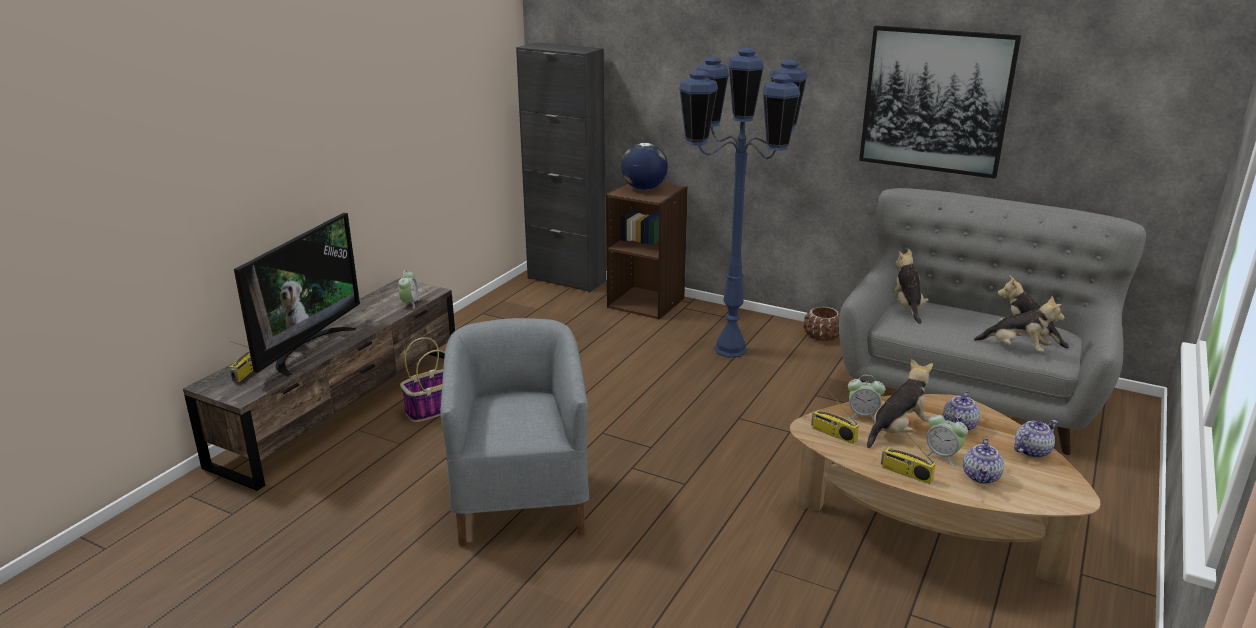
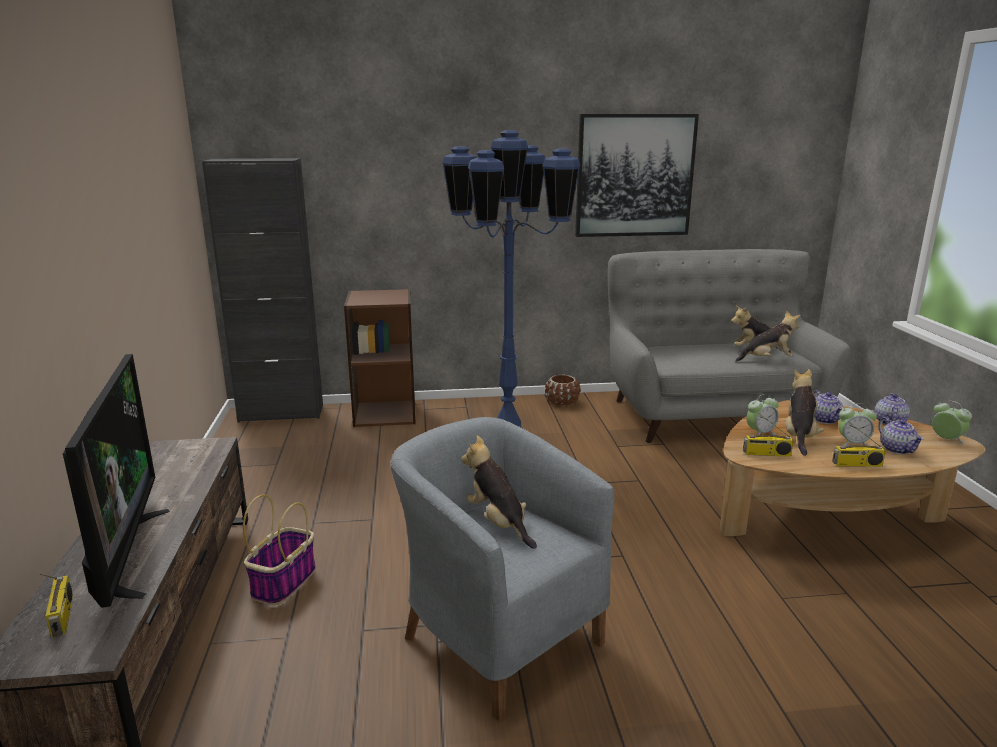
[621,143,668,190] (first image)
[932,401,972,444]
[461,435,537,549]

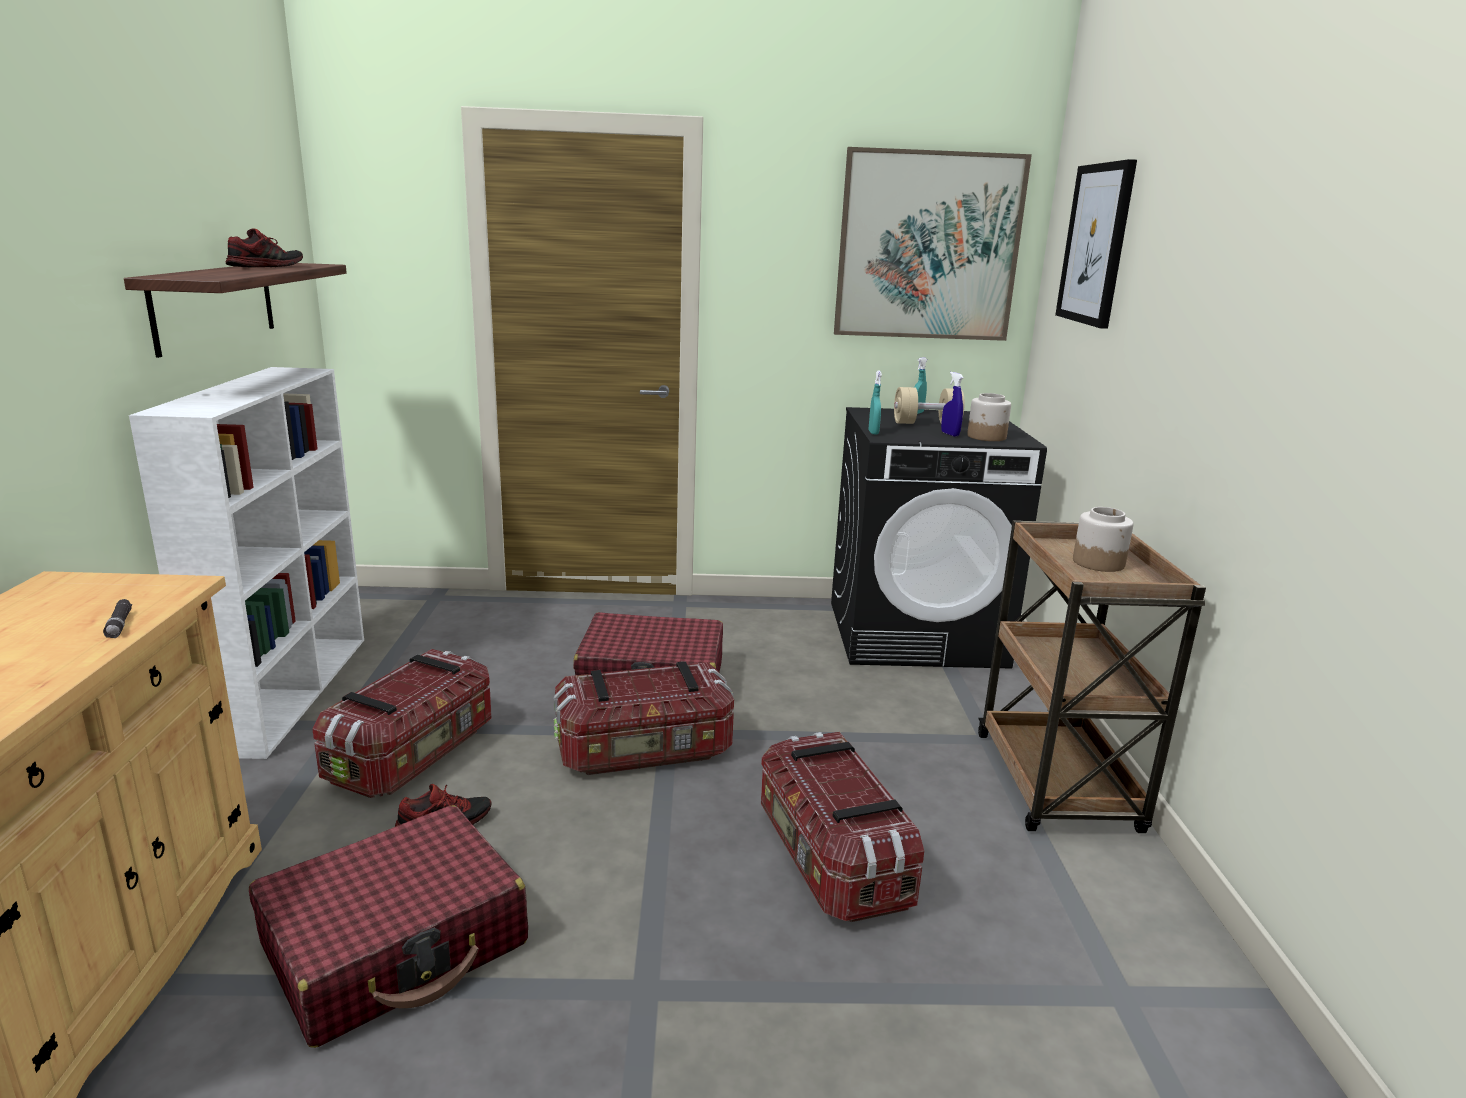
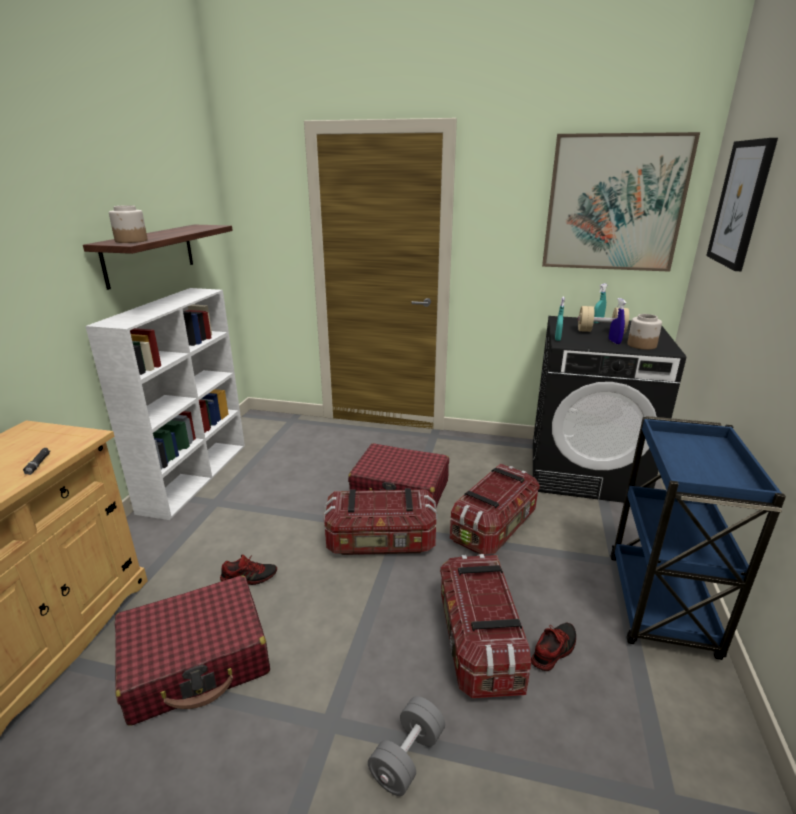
[368,696,445,796]
[531,622,576,671]
[450,464,540,554]
[109,205,148,243]
[610,416,786,660]

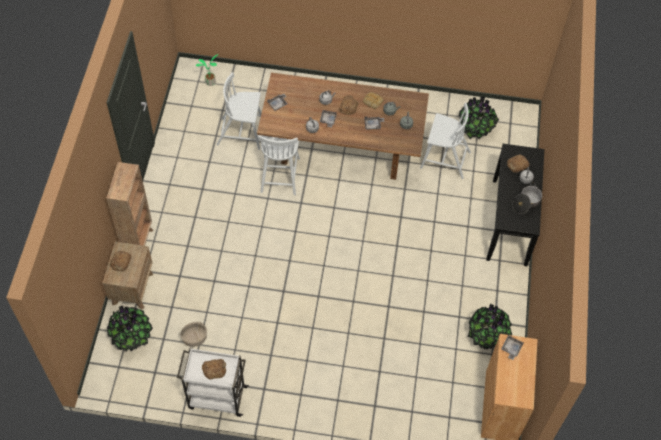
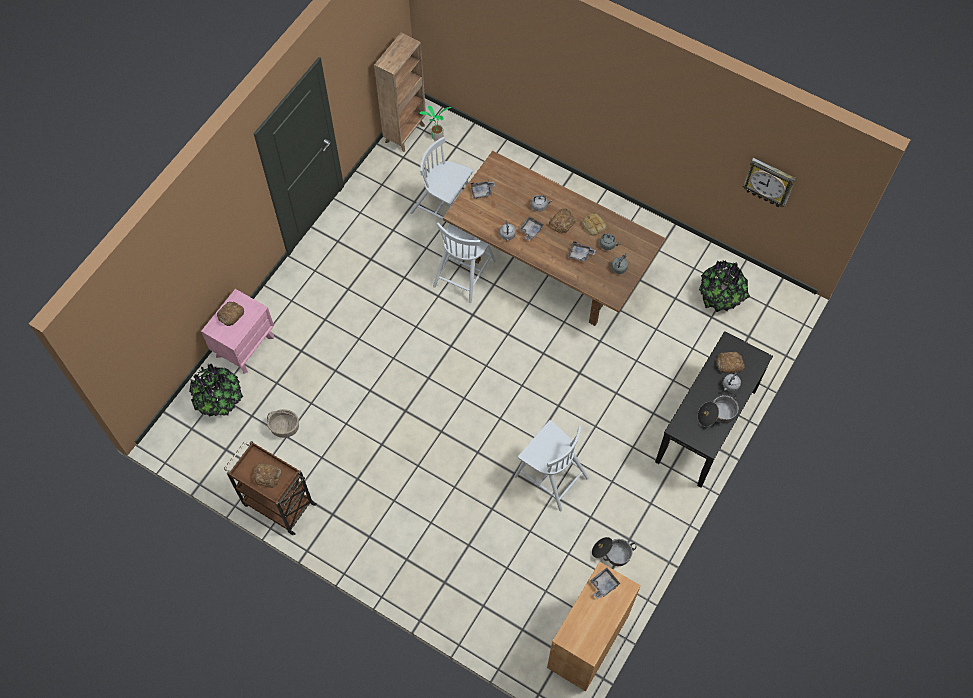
[743,158,796,207]
[374,33,426,152]
[514,420,589,511]
[592,537,637,566]
[201,289,274,374]
[224,441,317,535]

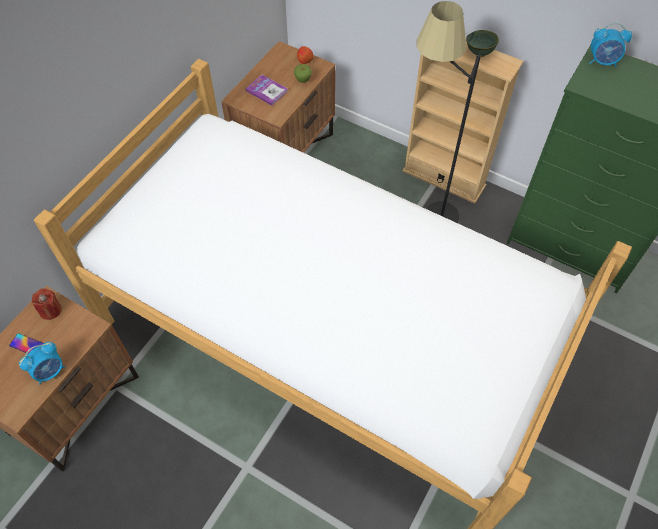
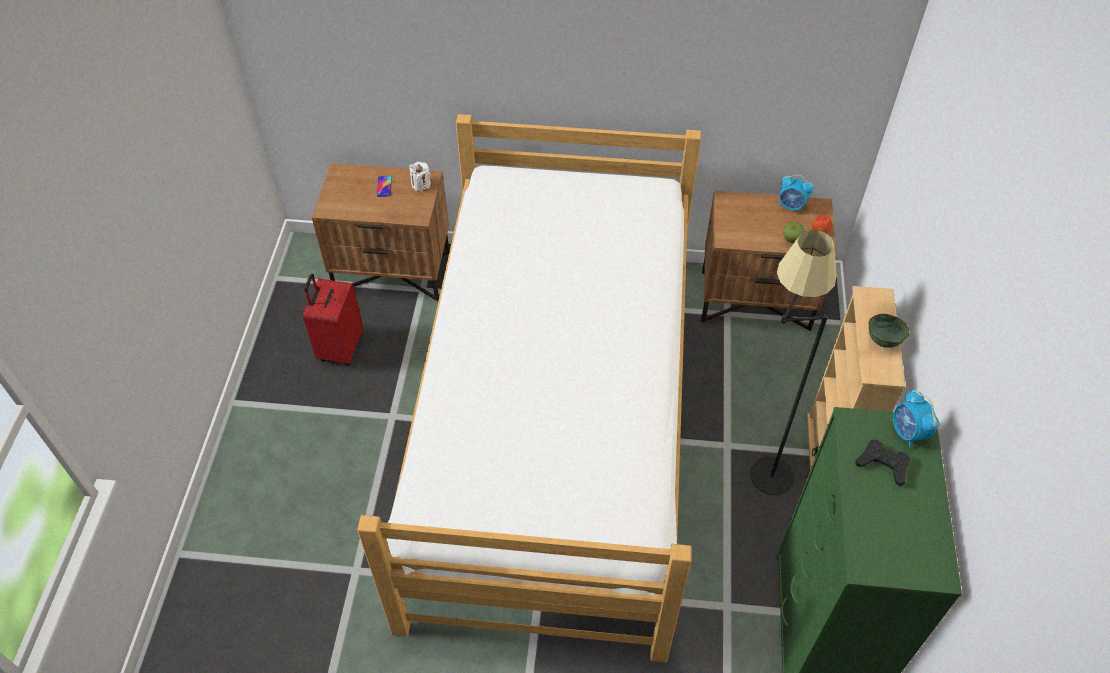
[246,75,288,106] (first image)
[303,274,363,366]
[855,440,910,486]
[778,175,814,213]
[409,161,431,191]

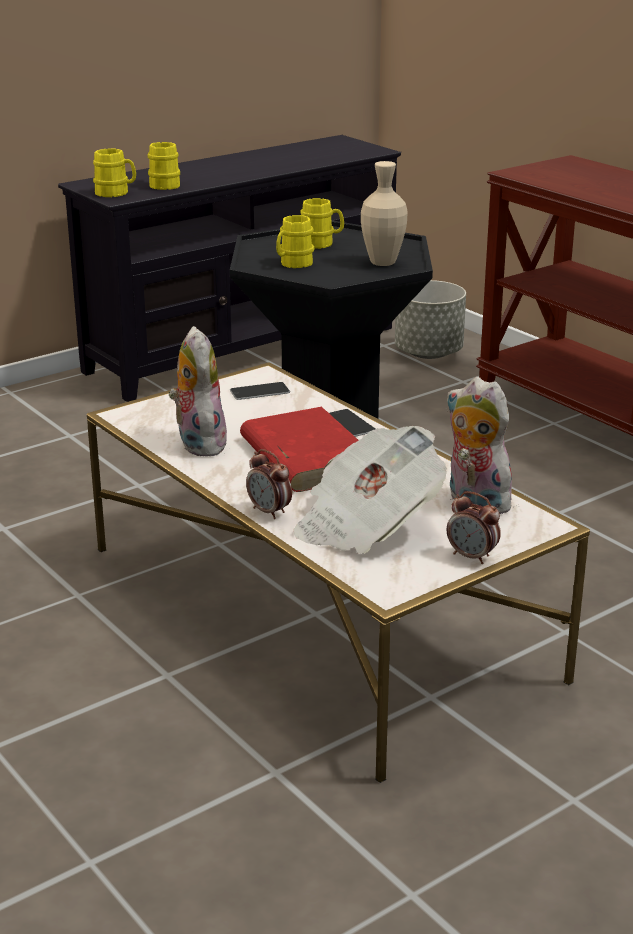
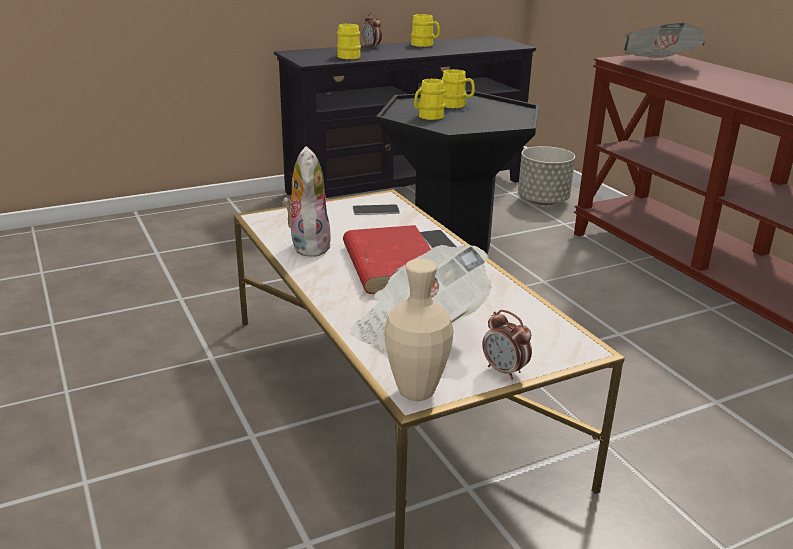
[446,377,514,514] (first image)
[623,23,706,58]
[411,14,440,47]
[362,13,382,48]
[385,259,454,401]

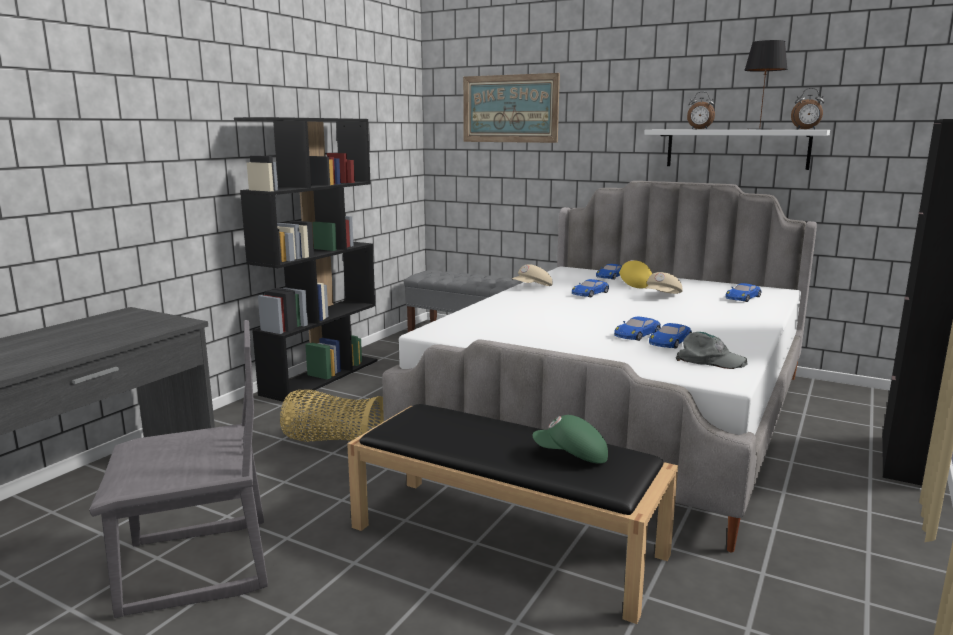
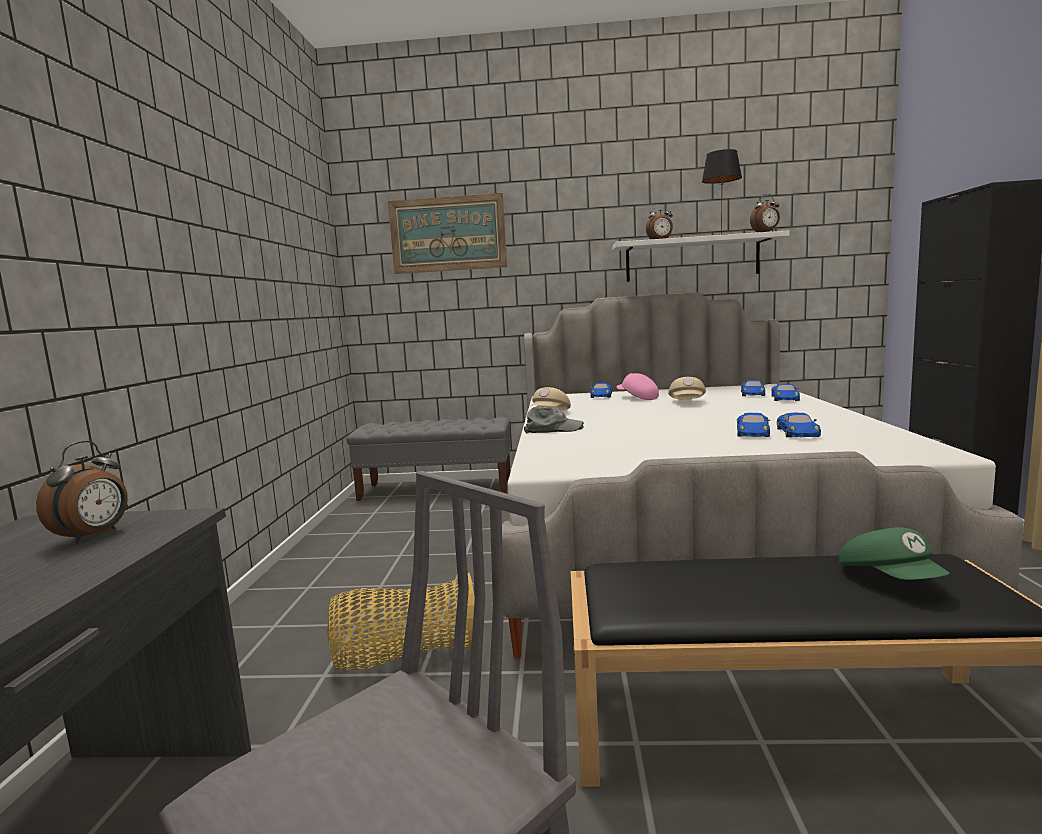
[234,117,378,403] (first image)
[36,441,128,543]
[771,383,800,401]
[524,406,584,434]
[617,373,659,400]
[839,527,950,580]

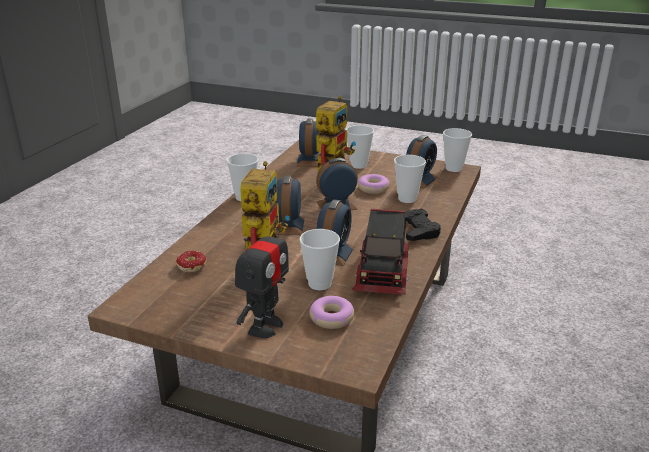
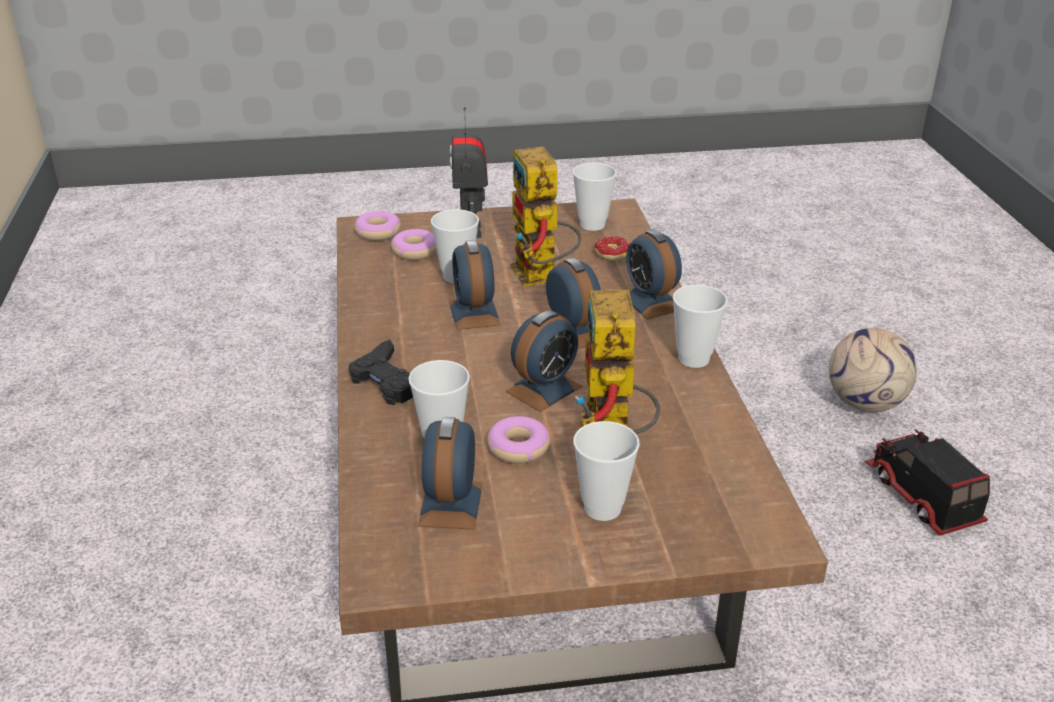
[354,211,401,241]
[829,328,917,412]
[626,229,682,320]
[864,429,990,536]
[572,163,617,231]

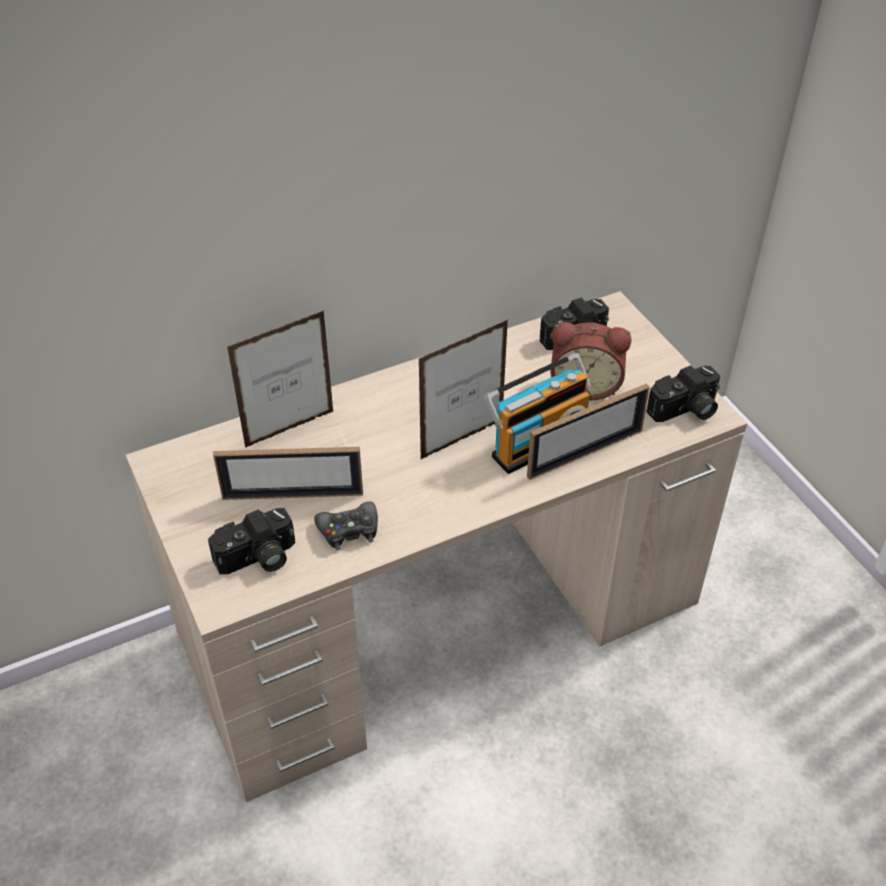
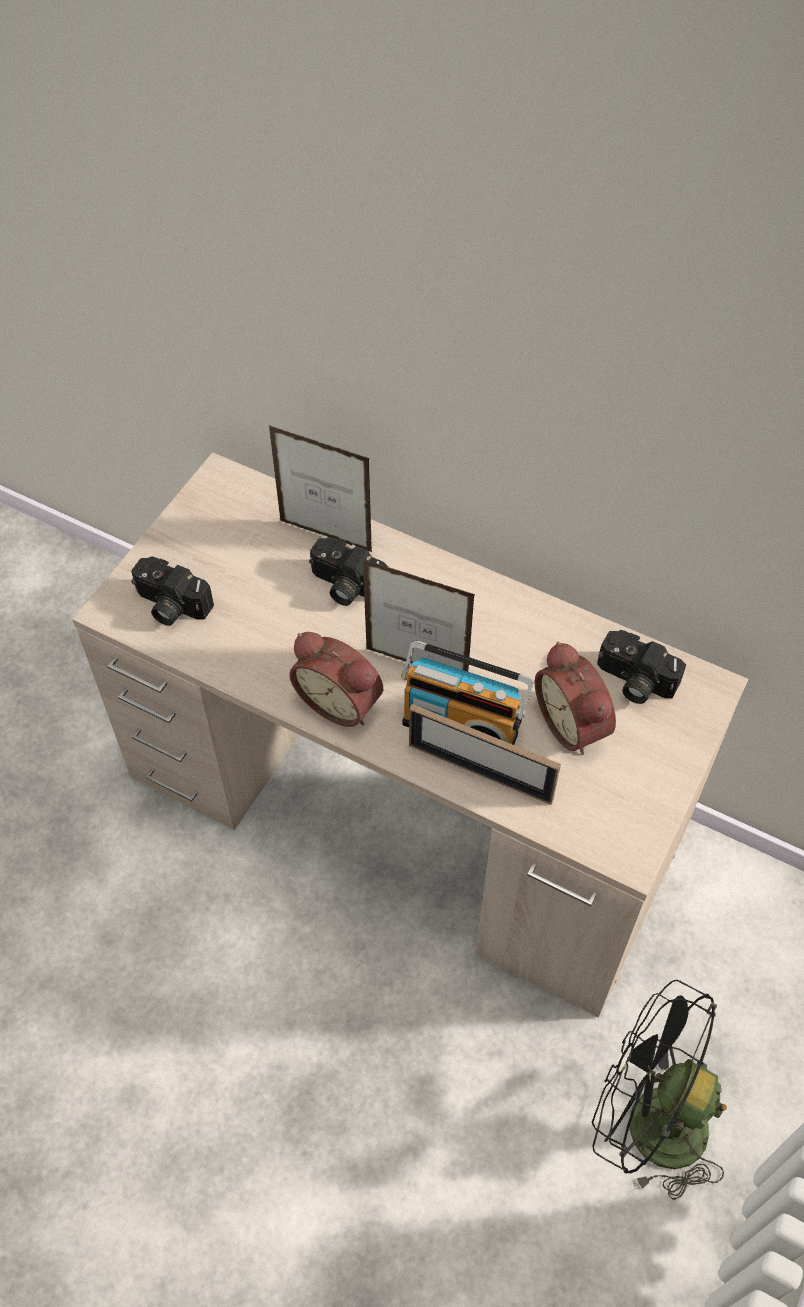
[213,447,363,500] (first image)
[314,502,378,550] (first image)
[289,632,383,727]
[592,980,727,1200]
[309,537,388,606]

